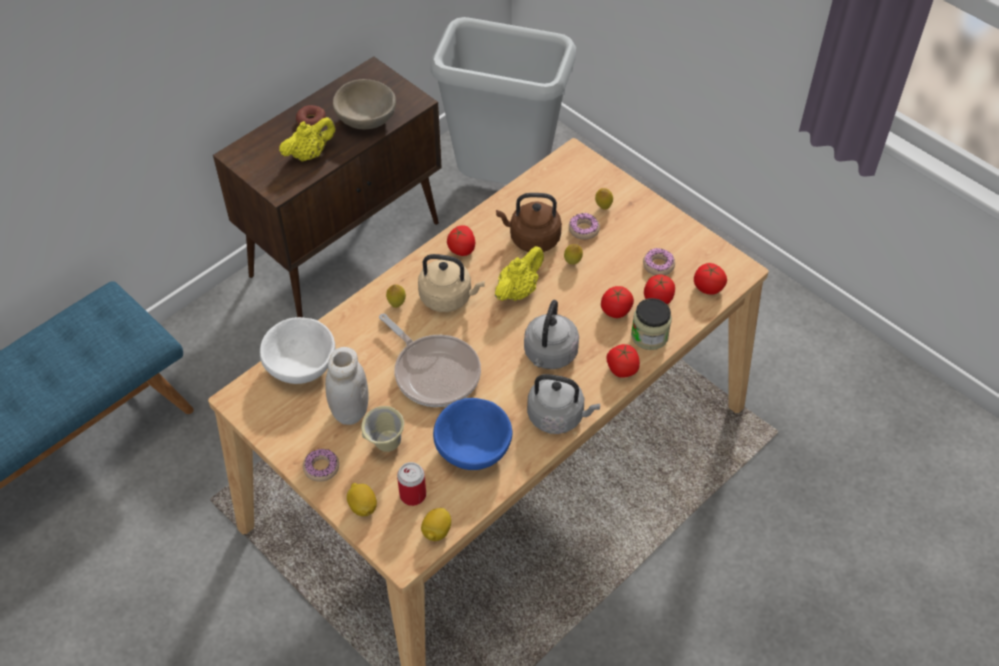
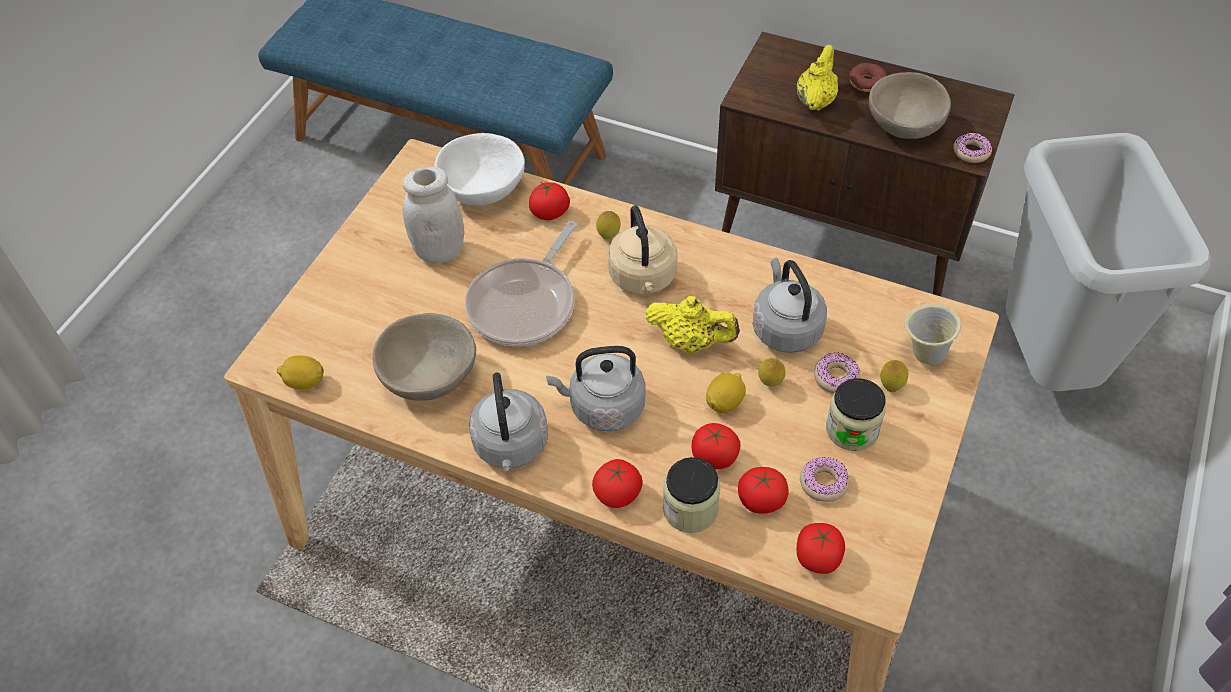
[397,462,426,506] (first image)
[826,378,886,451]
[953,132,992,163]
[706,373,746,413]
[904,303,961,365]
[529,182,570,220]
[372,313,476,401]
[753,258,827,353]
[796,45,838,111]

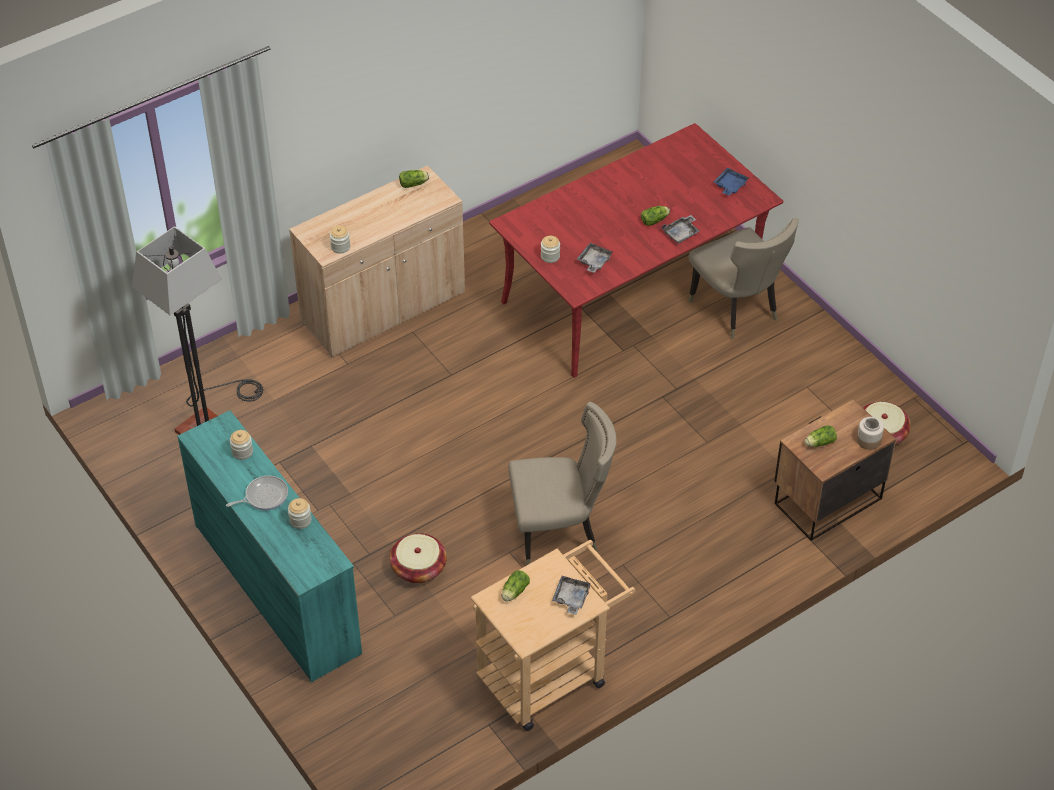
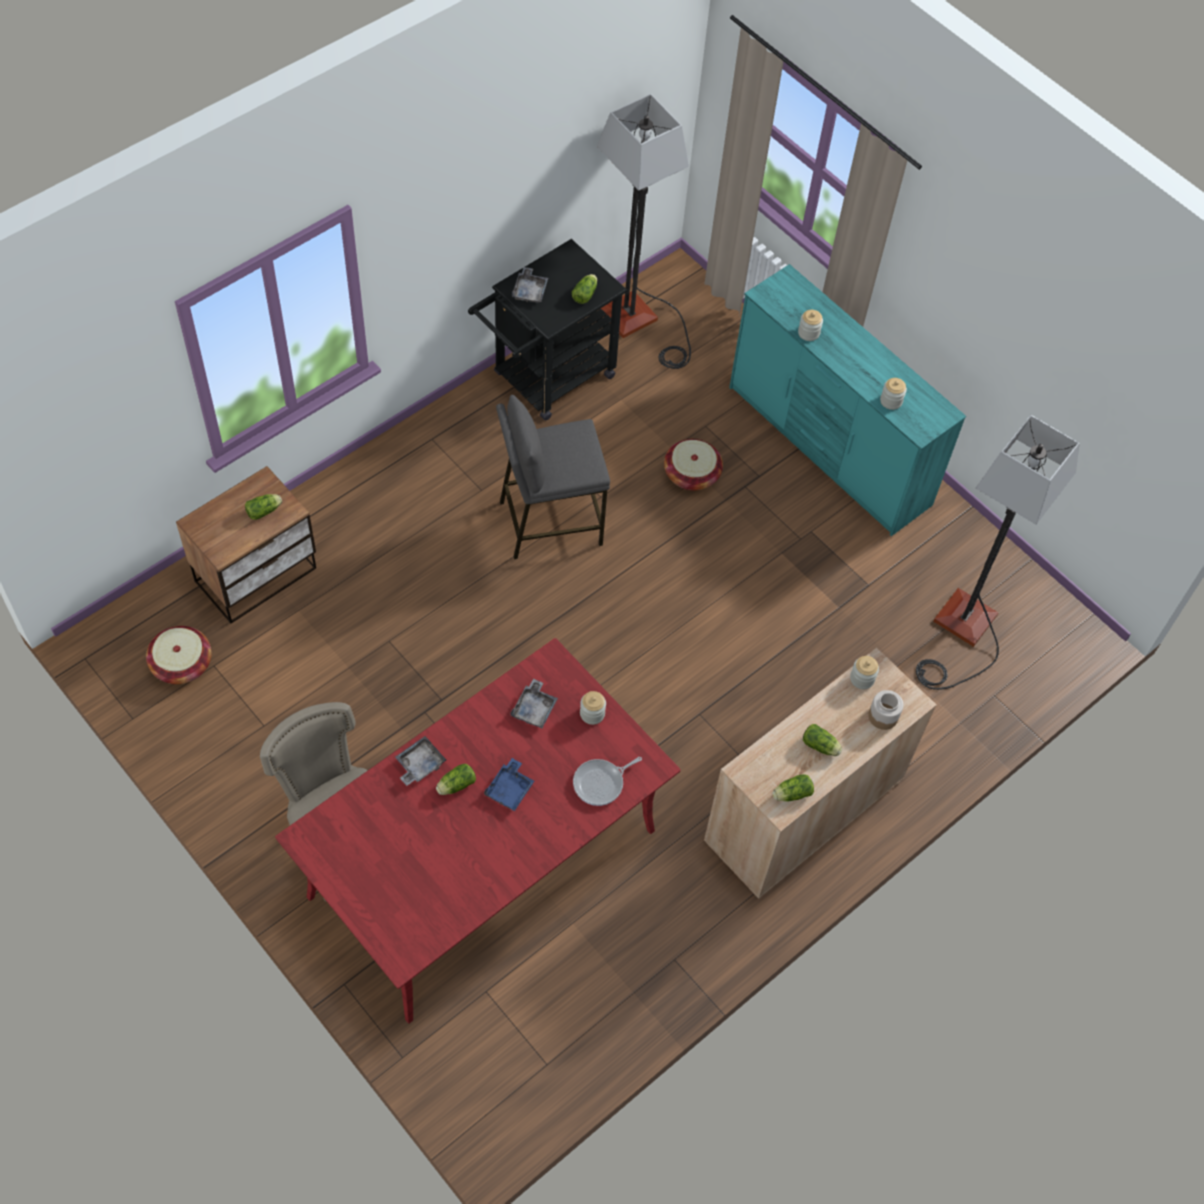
[597,94,691,369]
[803,724,842,756]
[573,757,642,806]
[484,758,534,811]
[868,690,903,730]
[496,395,610,559]
[468,239,628,420]

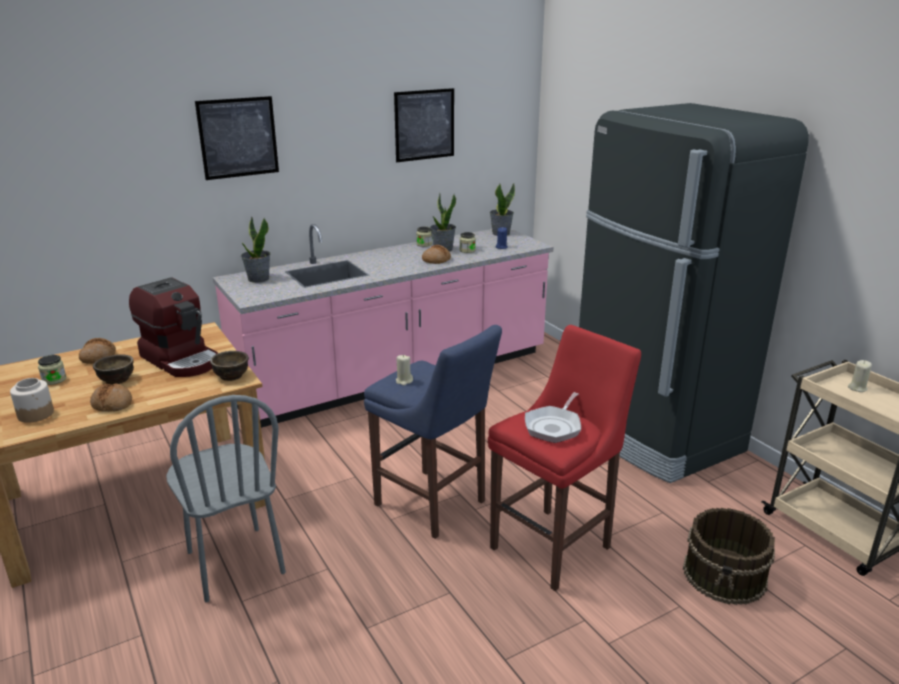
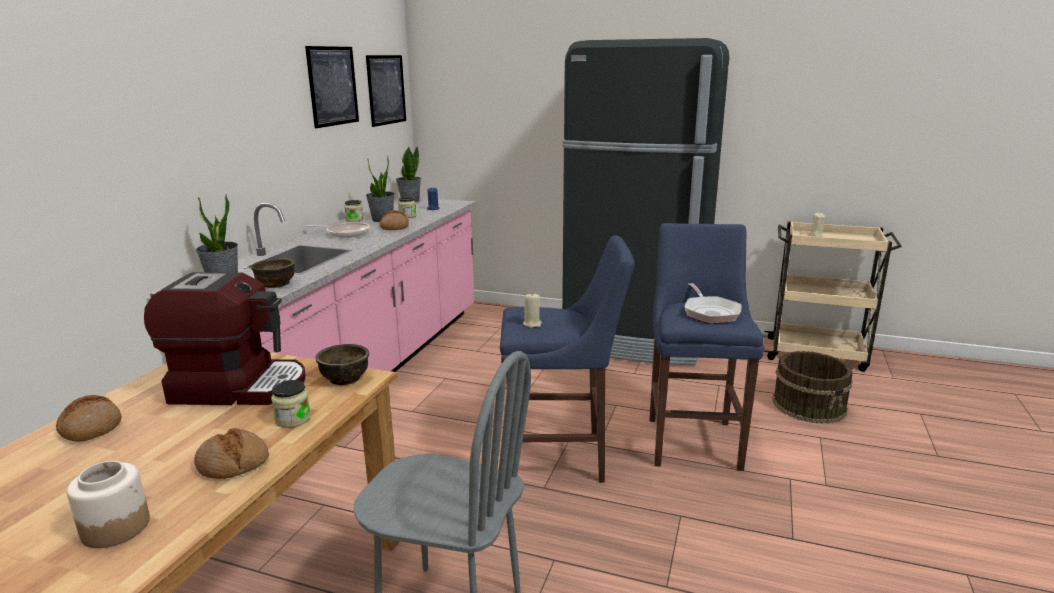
[306,222,370,238]
[271,380,311,428]
[251,258,295,288]
[366,55,406,127]
[649,223,764,471]

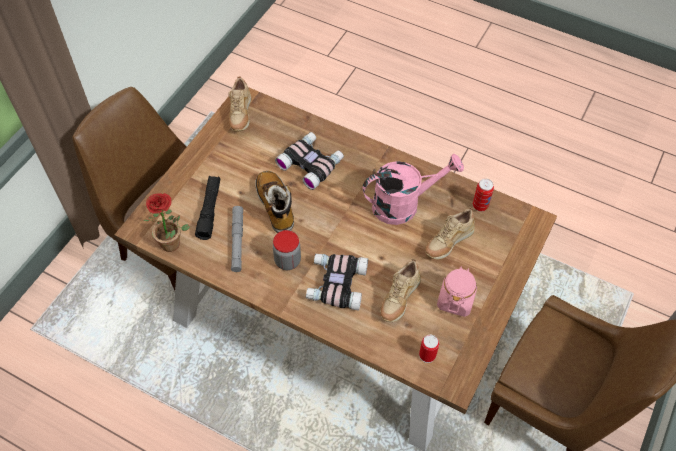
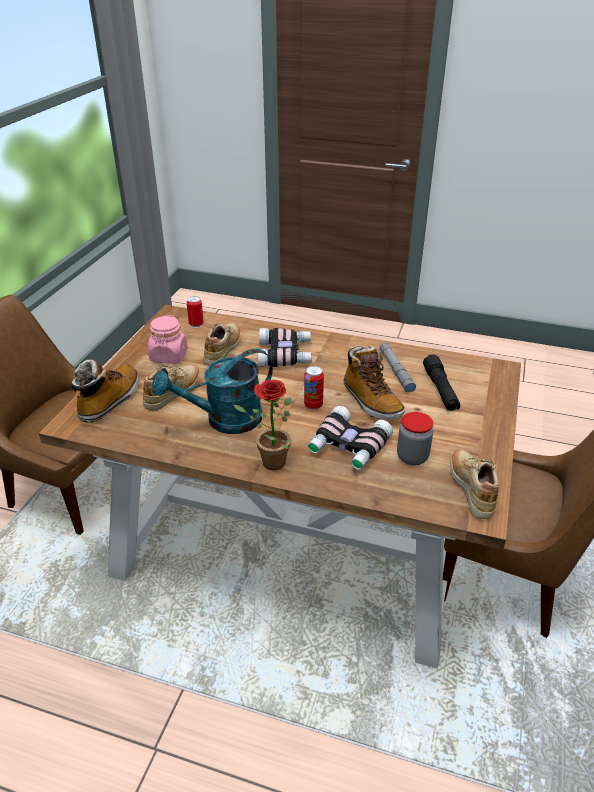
[71,359,139,423]
[234,380,292,470]
[397,412,433,465]
[304,366,324,410]
[152,348,273,434]

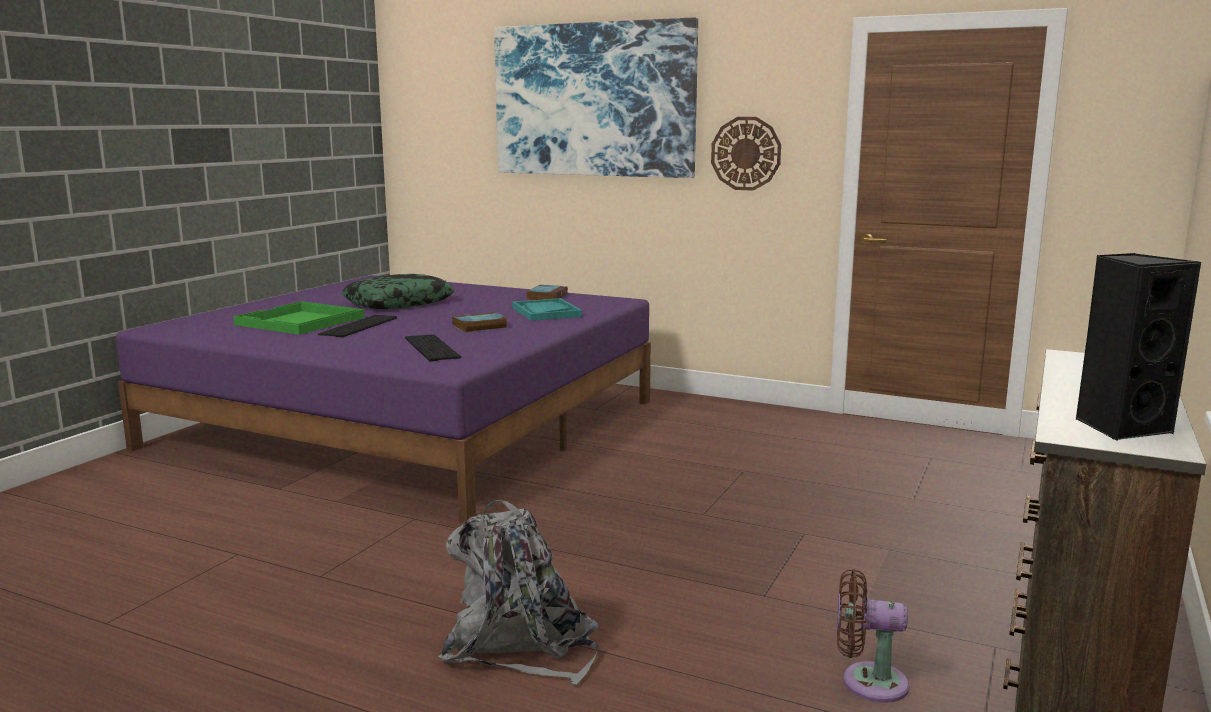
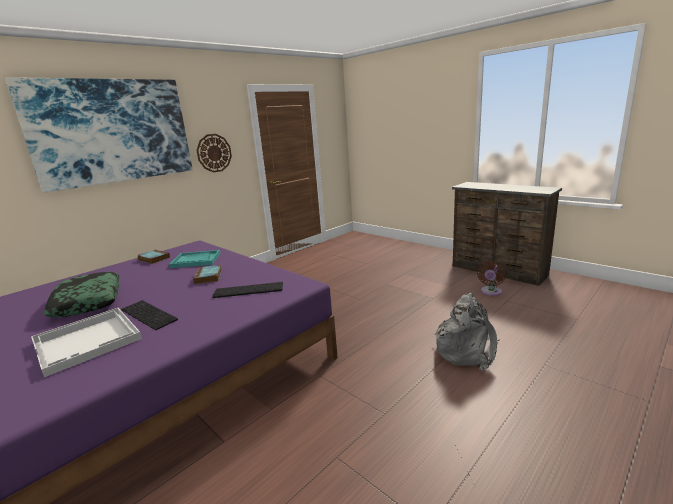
[1076,253,1201,441] (first image)
[31,308,142,377]

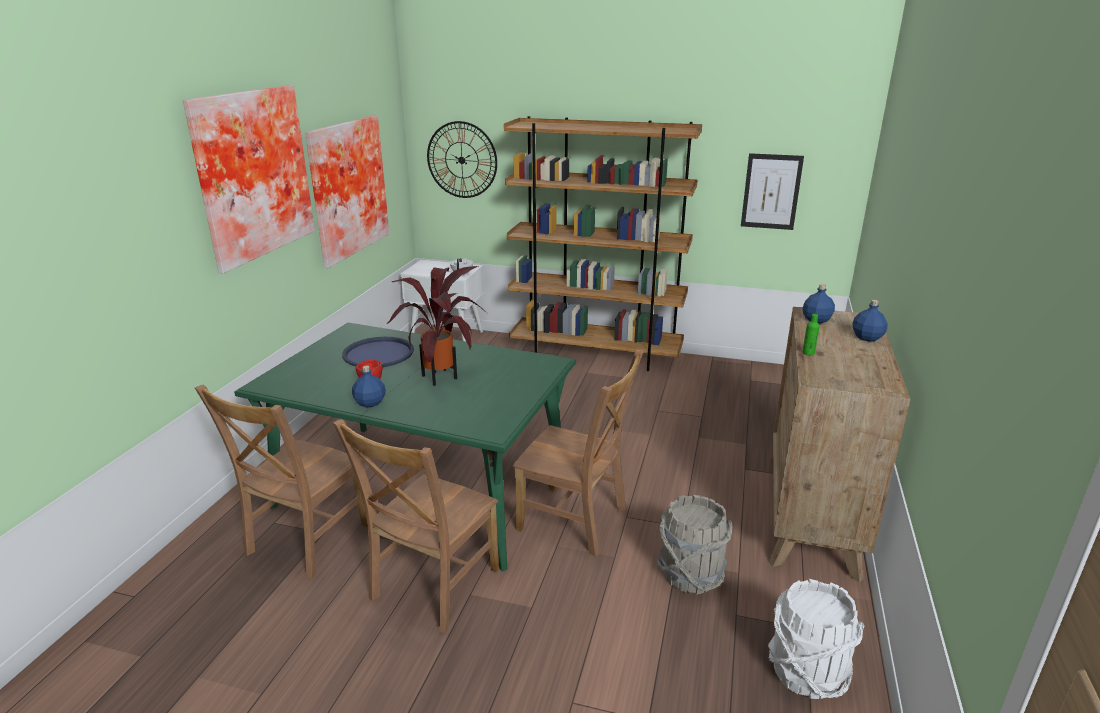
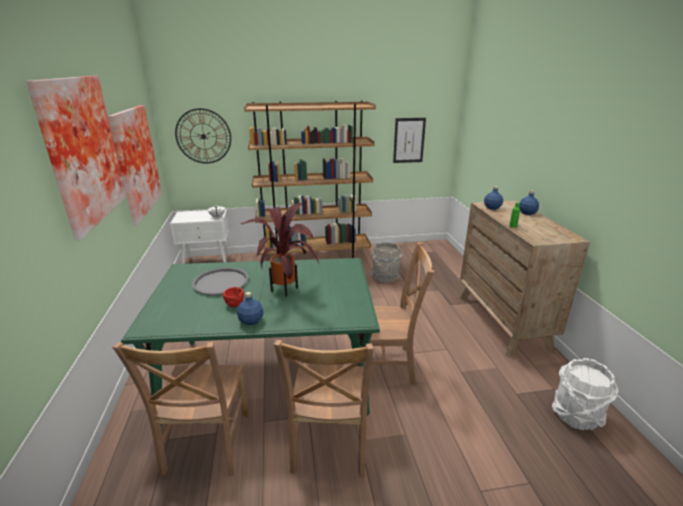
[370,242,402,283]
[192,267,249,296]

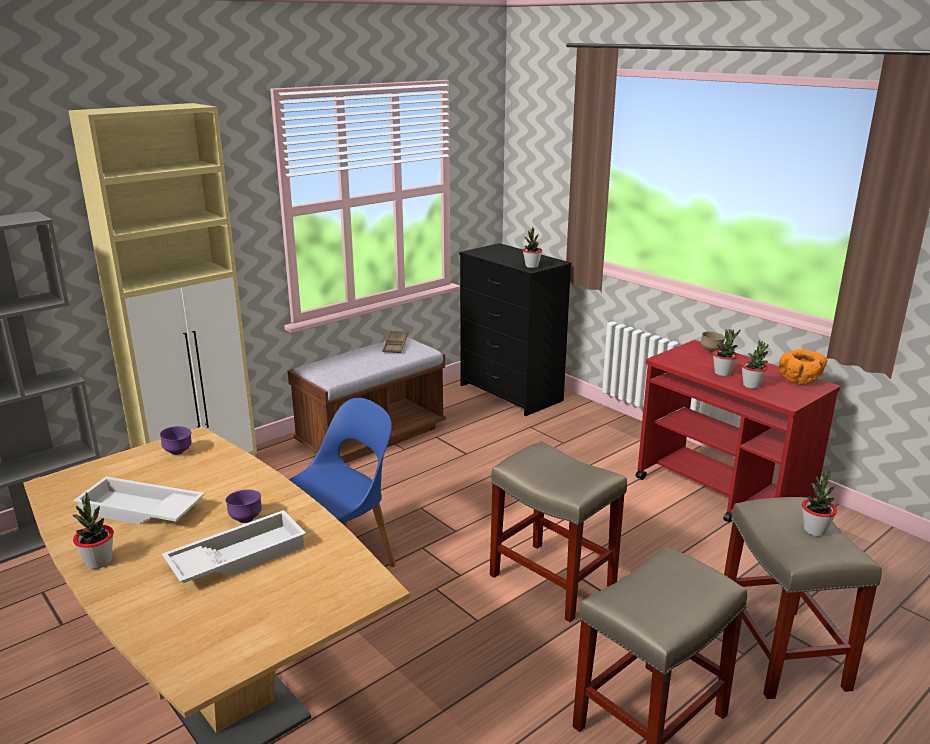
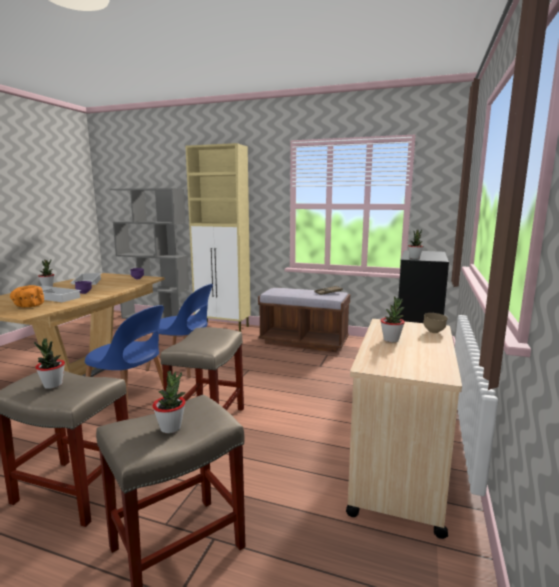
[85,305,164,419]
[34,338,65,389]
[10,285,44,308]
[346,319,462,539]

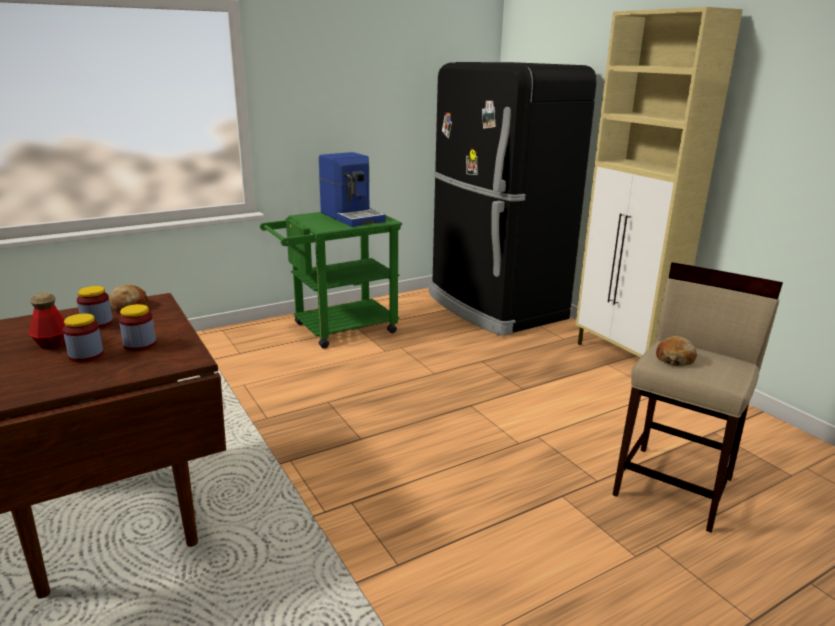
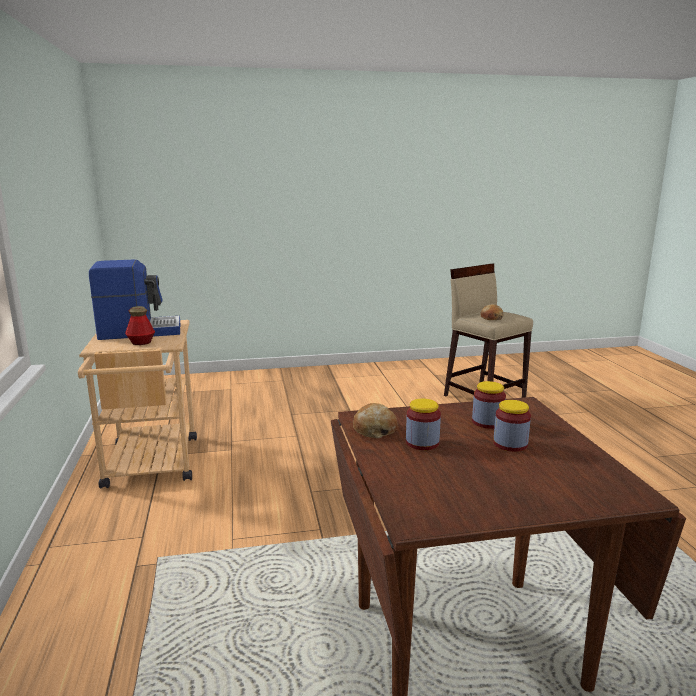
[429,62,597,336] (first image)
[576,7,743,357] (first image)
[125,306,155,345]
[78,320,197,489]

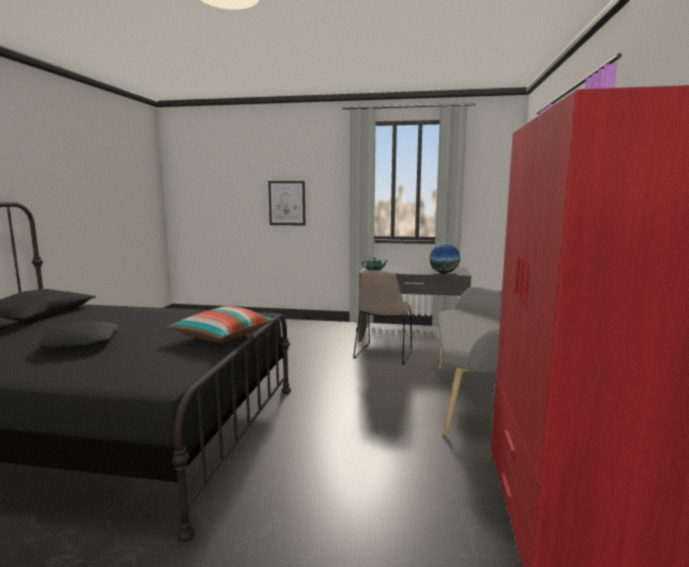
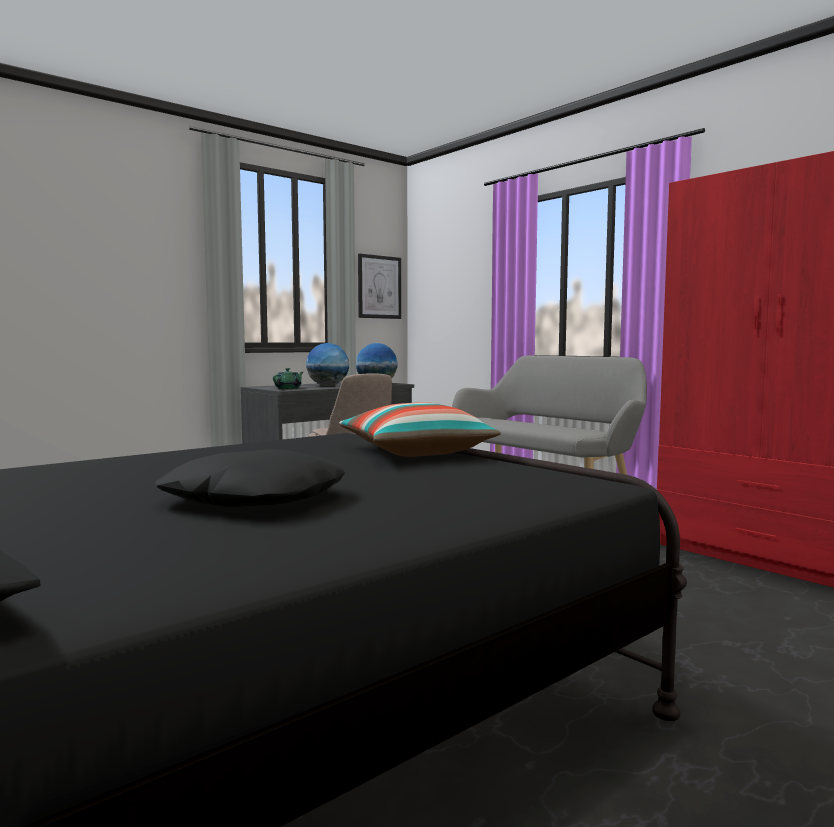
[306,343,349,386]
[358,253,401,319]

